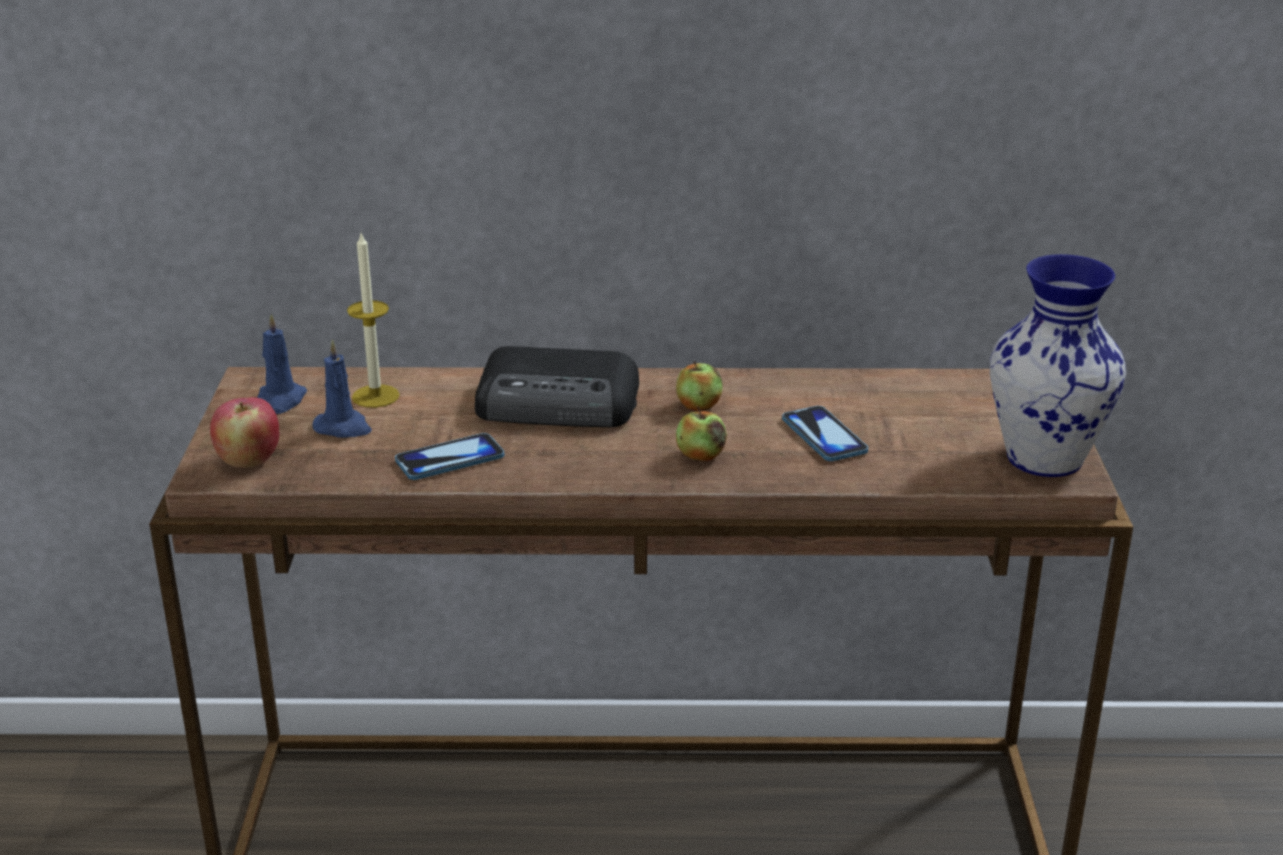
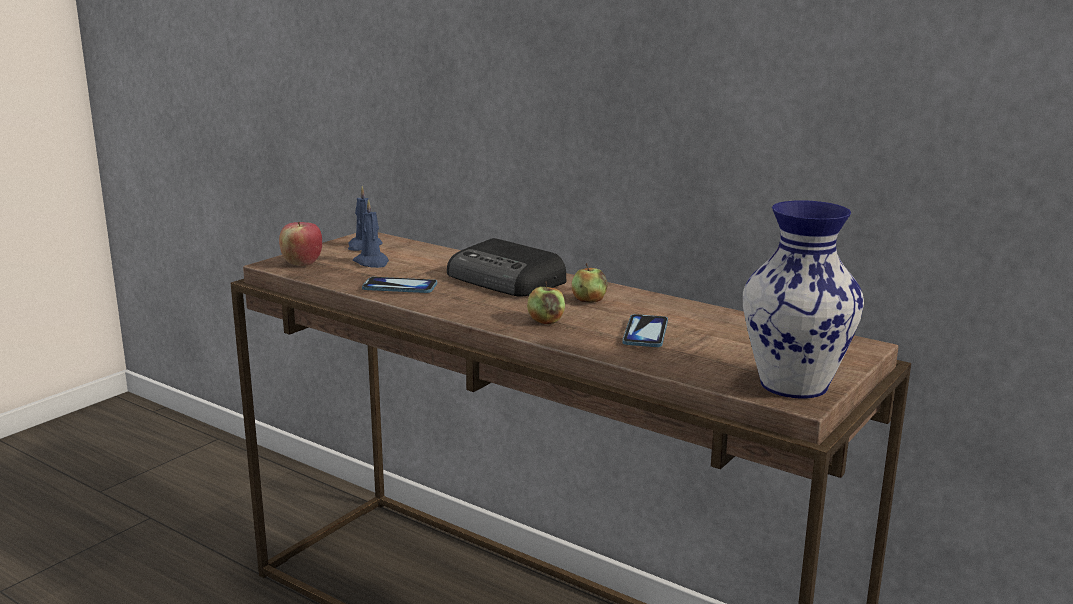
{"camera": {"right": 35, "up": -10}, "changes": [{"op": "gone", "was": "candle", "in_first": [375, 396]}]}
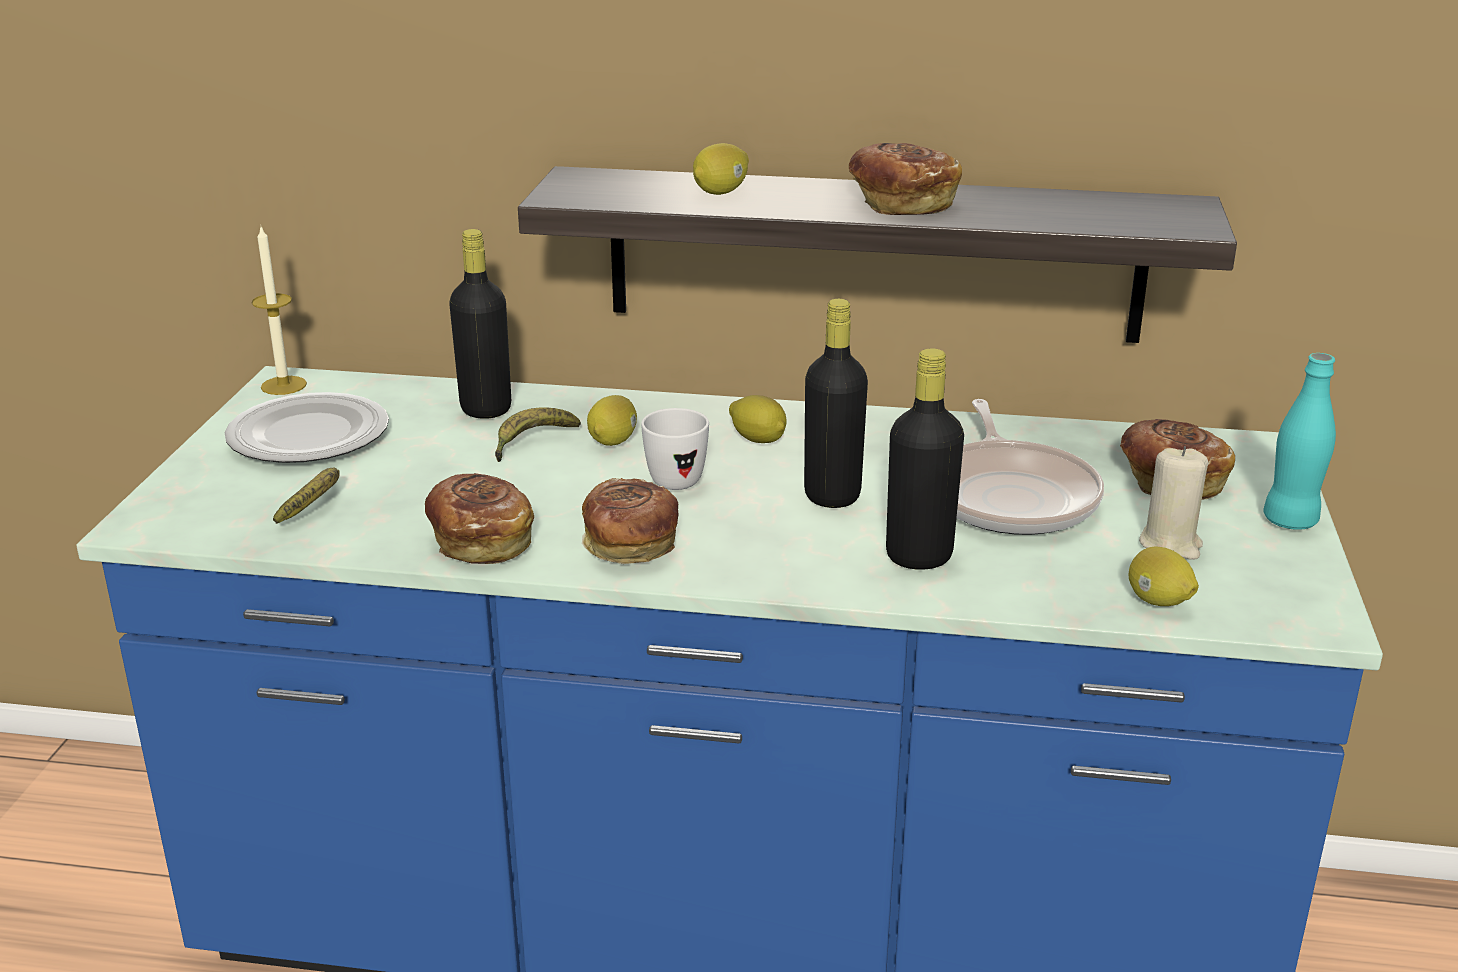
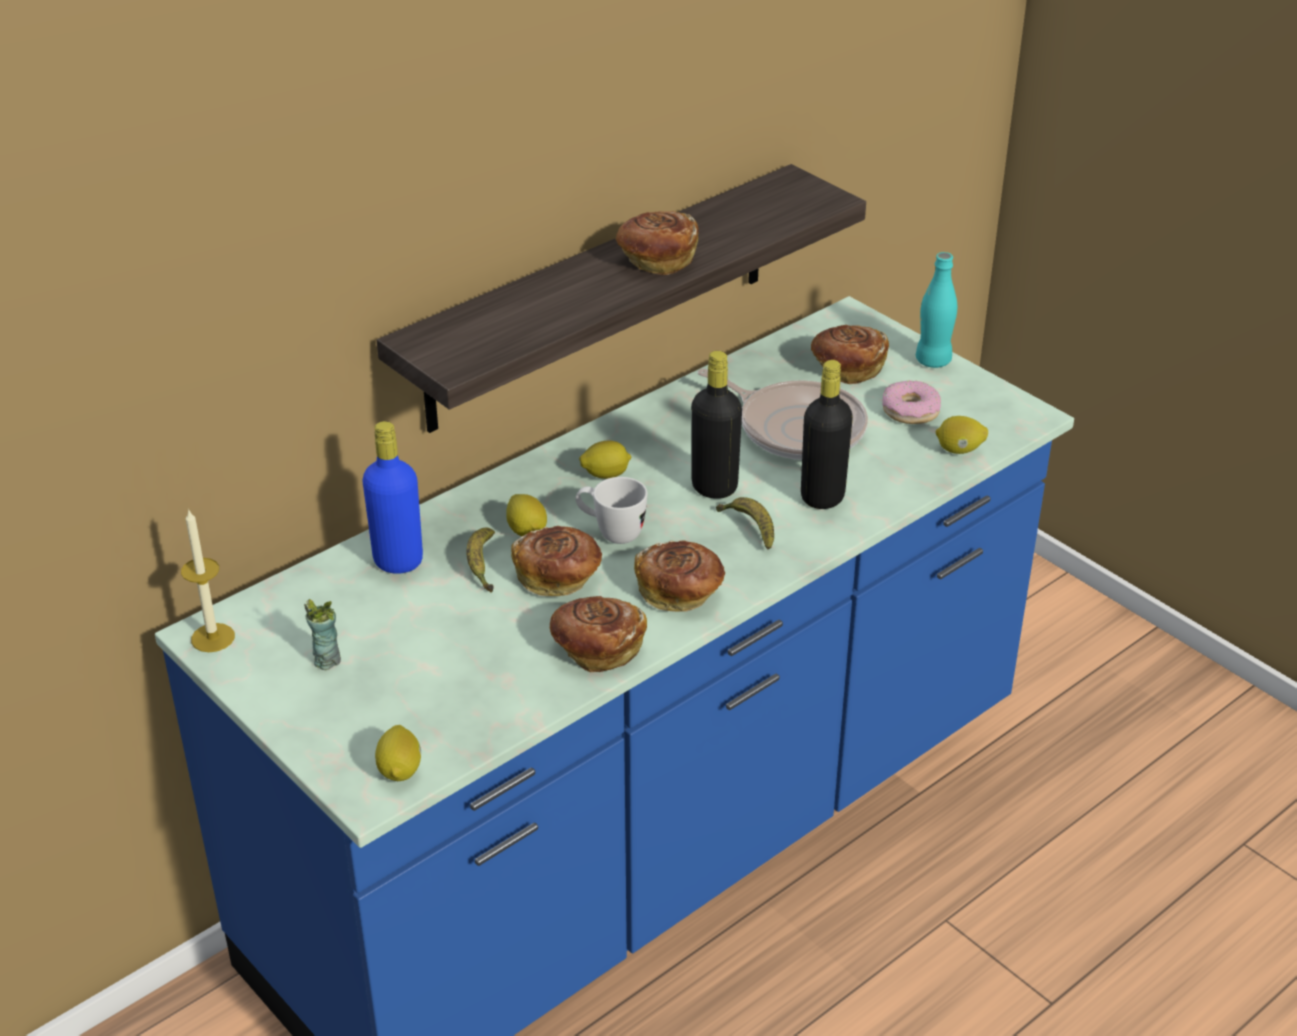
{"camera": {"right": -50, "up": 10}, "changes": [{"op": "swapped", "was": "plate", "now": "cup", "in_first": [308, 436], "in_second": [326, 660]}, {"op": "repainted", "was": "bottle (black)", "now": "bottle (blue)", "in_first": [486, 409], "in_second": [398, 561]}, {"op": "shifted", "was": "lemon", "in_first": [721, 192], "in_second": [400, 770]}, {"op": "new", "now": "bread", "in_second": [558, 577]}, {"op": "shifted", "was": "banana", "in_first": [316, 505], "in_second": [749, 528]}, {"op": "swapped", "was": "candle (beige)", "now": "donut", "in_first": [1170, 544], "in_second": [910, 410]}]}
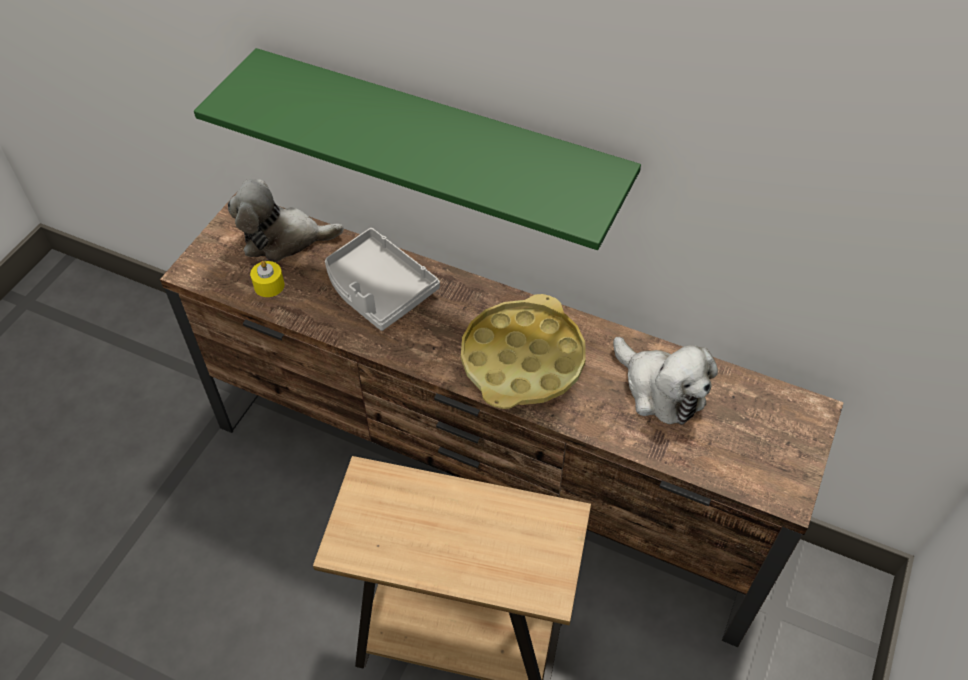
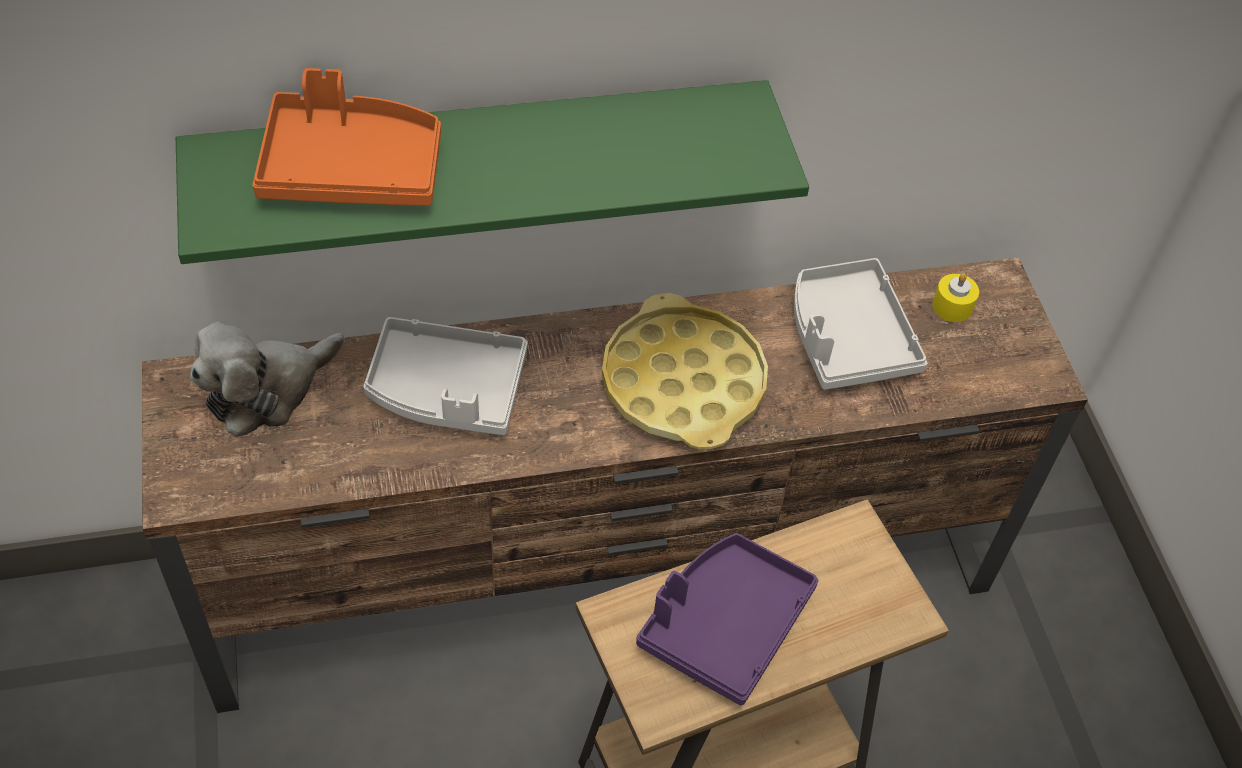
{"camera": {"right": -40, "up": 0}, "changes": [{"op": "new", "now": "tray (orange)", "in_second": [351, 169]}, {"op": "new", "now": "tray (purple)", "in_second": [724, 624]}, {"op": "swapped", "was": "plush toy", "now": "tray (grey)", "in_first": [660, 390], "in_second": [847, 338]}, {"op": "shifted", "was": "candle (yellow)", "in_first": [269, 285], "in_second": [952, 306]}]}
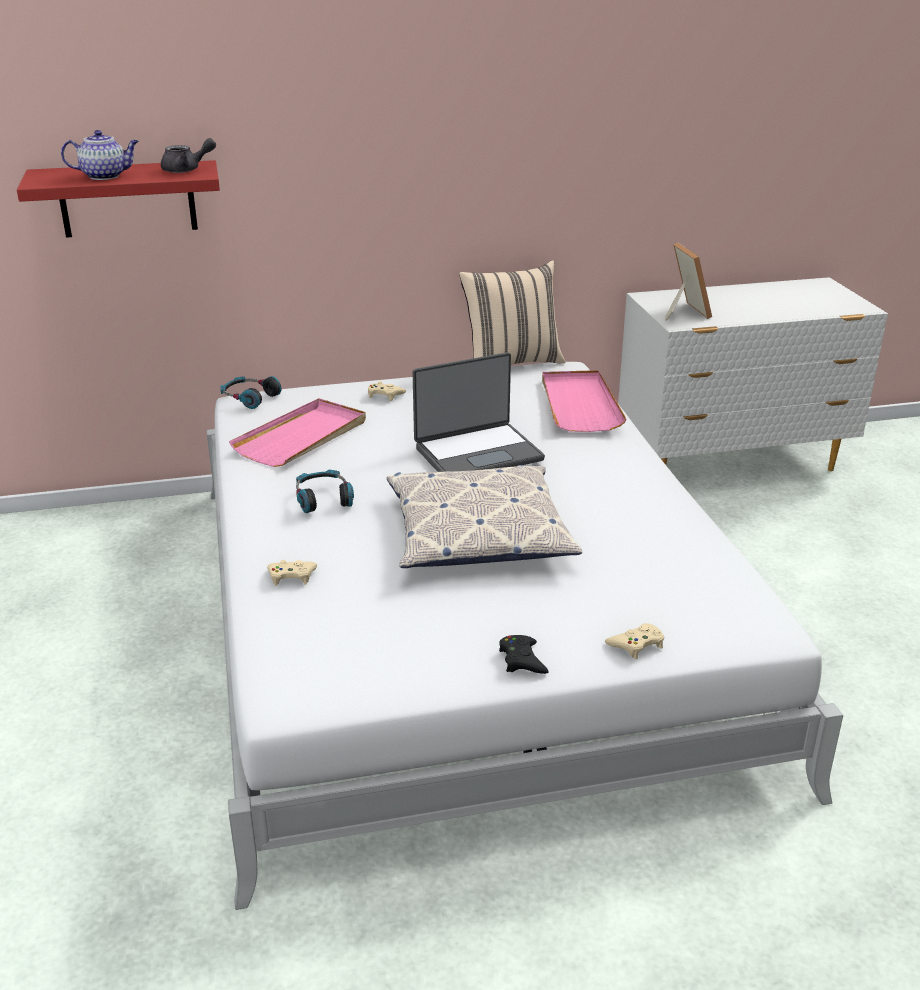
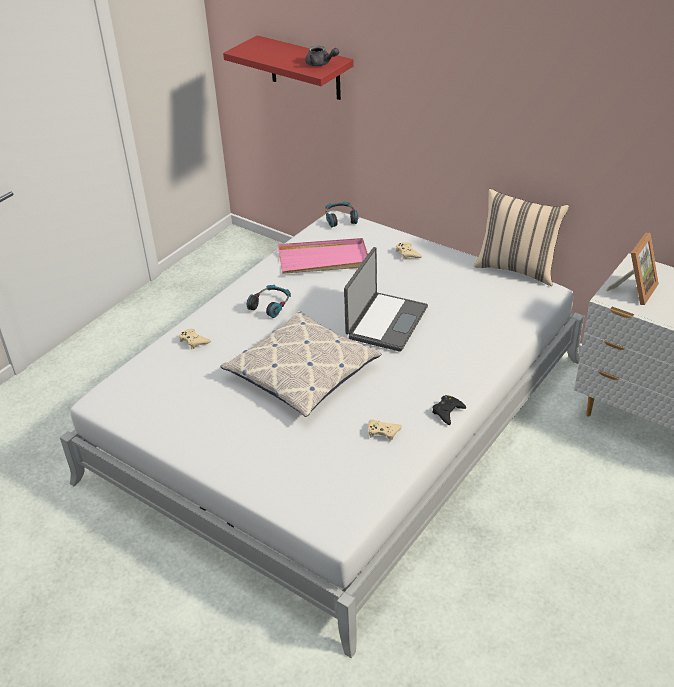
{"camera": {"right": 50, "up": 10}, "changes": [{"op": "rotated", "was": "laptop", "in_first": [477, 453], "in_second": [385, 322], "clockwise": -90}, {"op": "shifted", "was": "game controller (beige)", "in_first": [636, 644], "in_second": [383, 432]}, {"op": "shifted", "was": "game controller (black)", "in_first": [522, 660], "in_second": [447, 412]}, {"op": "gone", "was": "teapot", "in_first": [105, 176]}, {"op": "gone", "was": "tray (pink)", "in_first": [579, 404]}]}
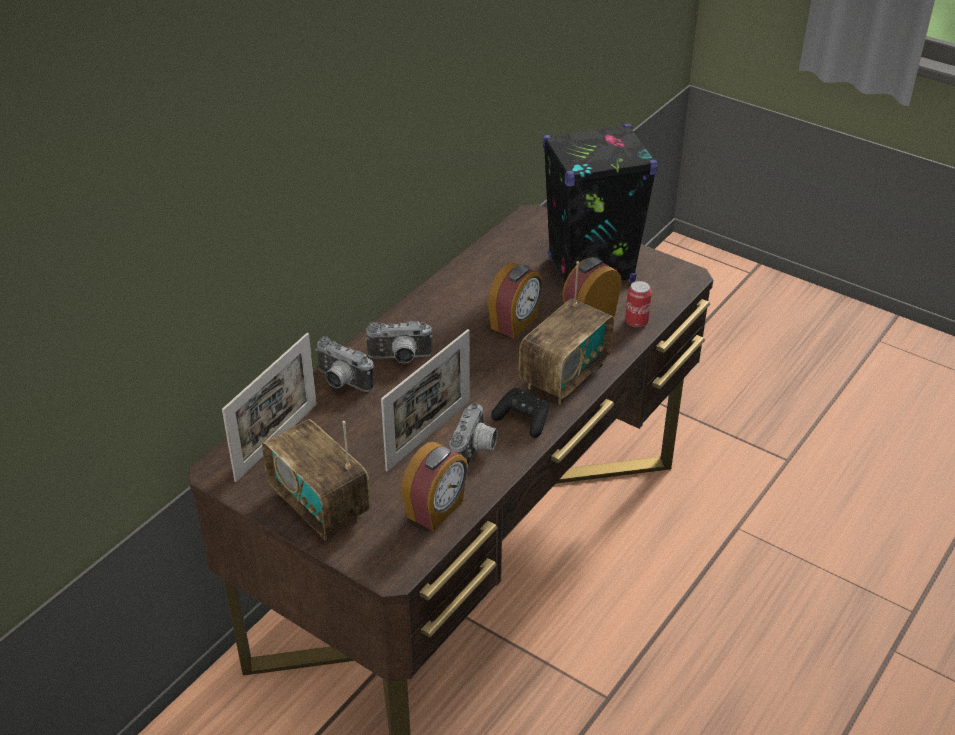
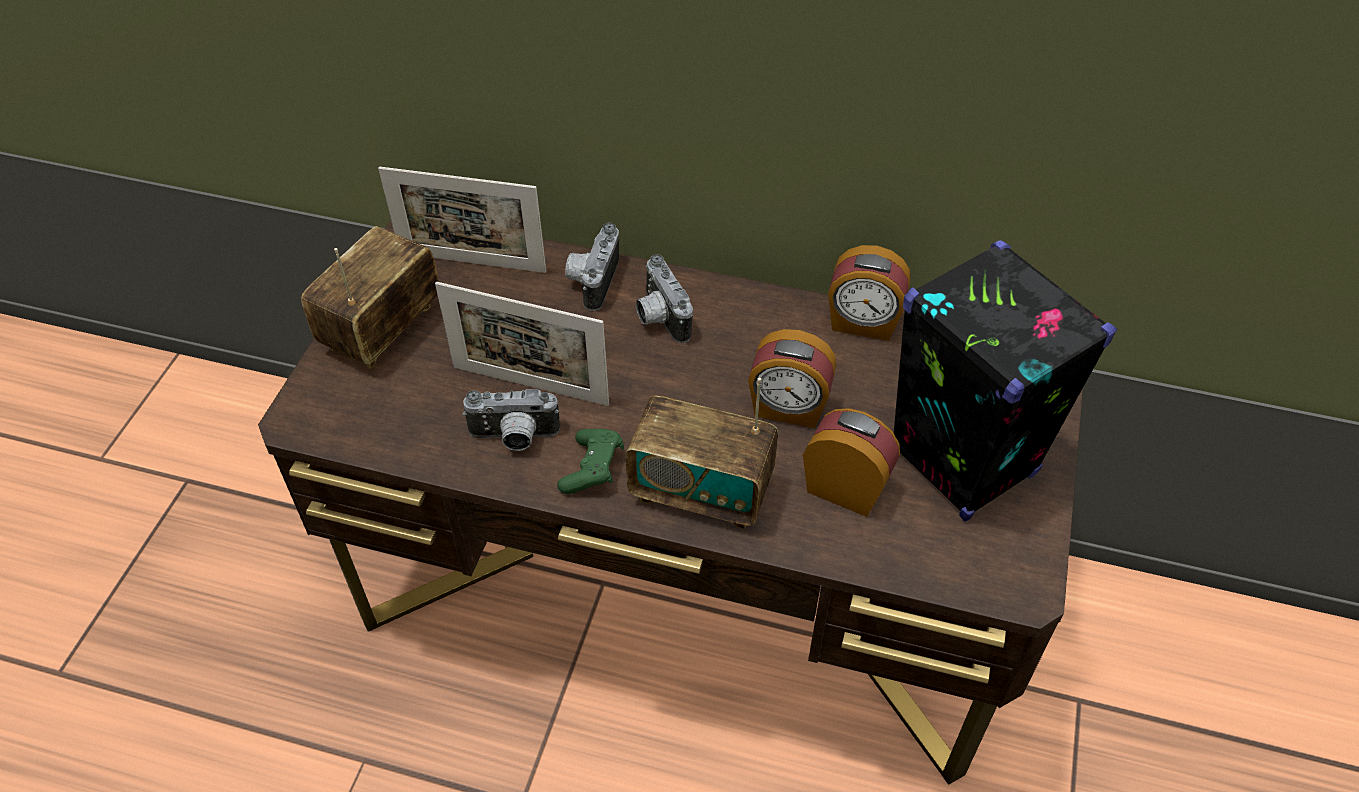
{"camera": {"right": 70, "up": 10}, "changes": [{"op": "repainted", "was": "game controller (black)", "now": "game controller (green)", "in_first": [523, 420], "in_second": [593, 469]}, {"op": "shifted", "was": "alarm clock", "in_first": [436, 510], "in_second": [863, 323]}, {"op": "gone", "was": "can", "in_first": [636, 321]}]}
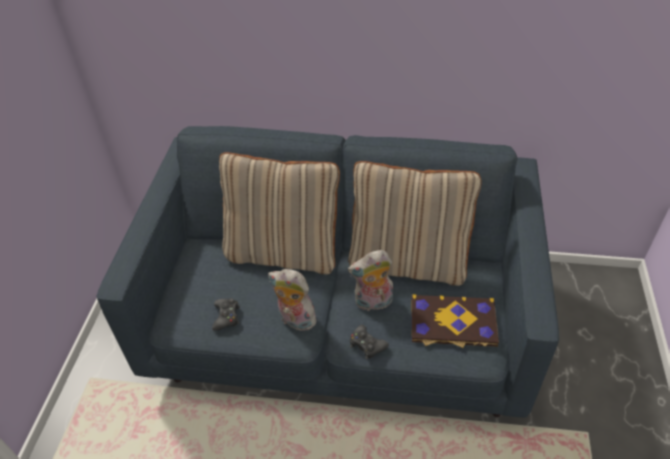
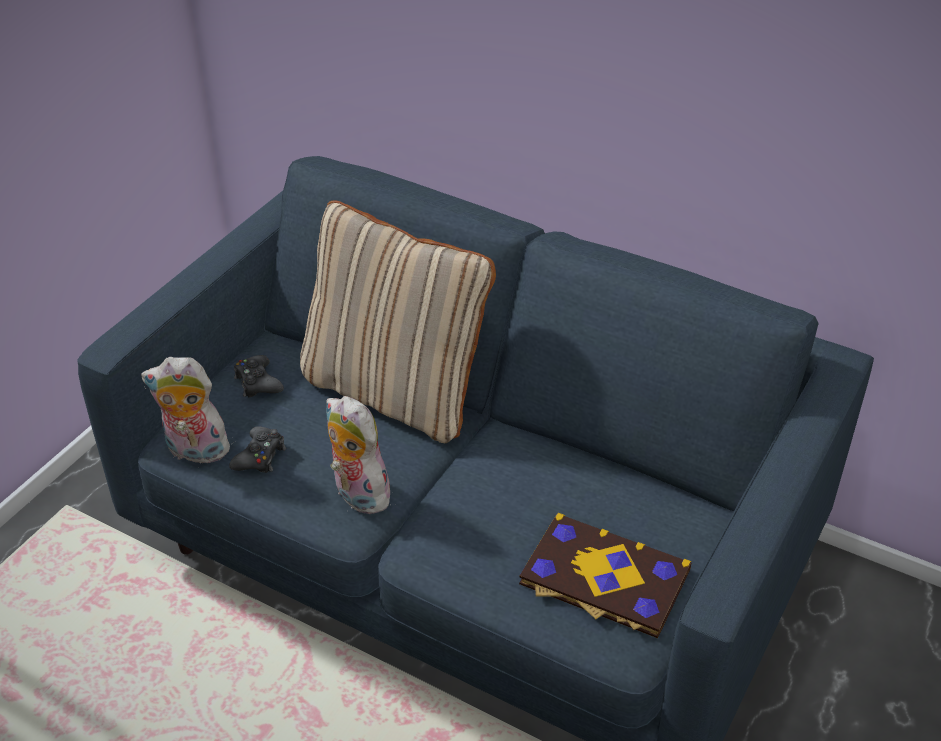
{"camera": {"right": 20, "up": -5}, "changes": [{"op": "shifted", "was": "plush toy", "in_first": [373, 303], "in_second": [194, 452]}, {"op": "shifted", "was": "game controller (black)", "in_first": [367, 345], "in_second": [258, 383]}, {"op": "gone", "was": "pillow (beige)", "in_first": [408, 262]}]}
